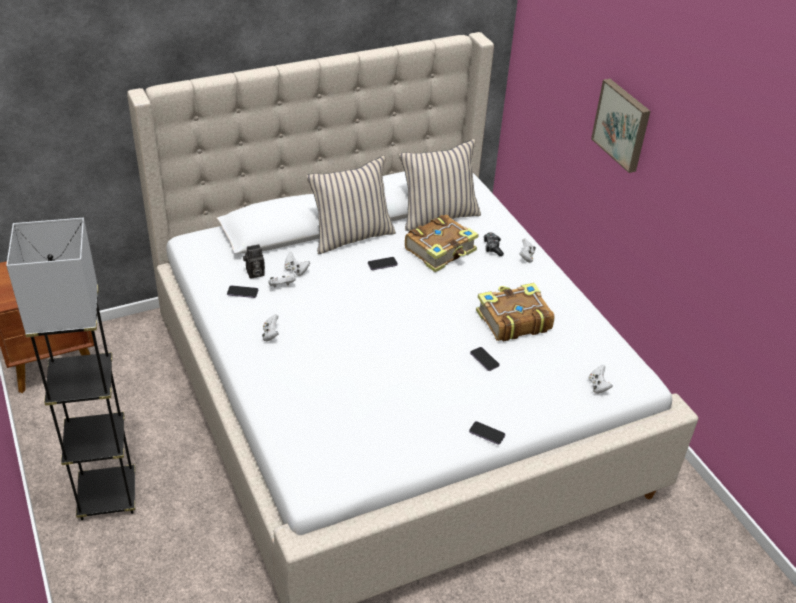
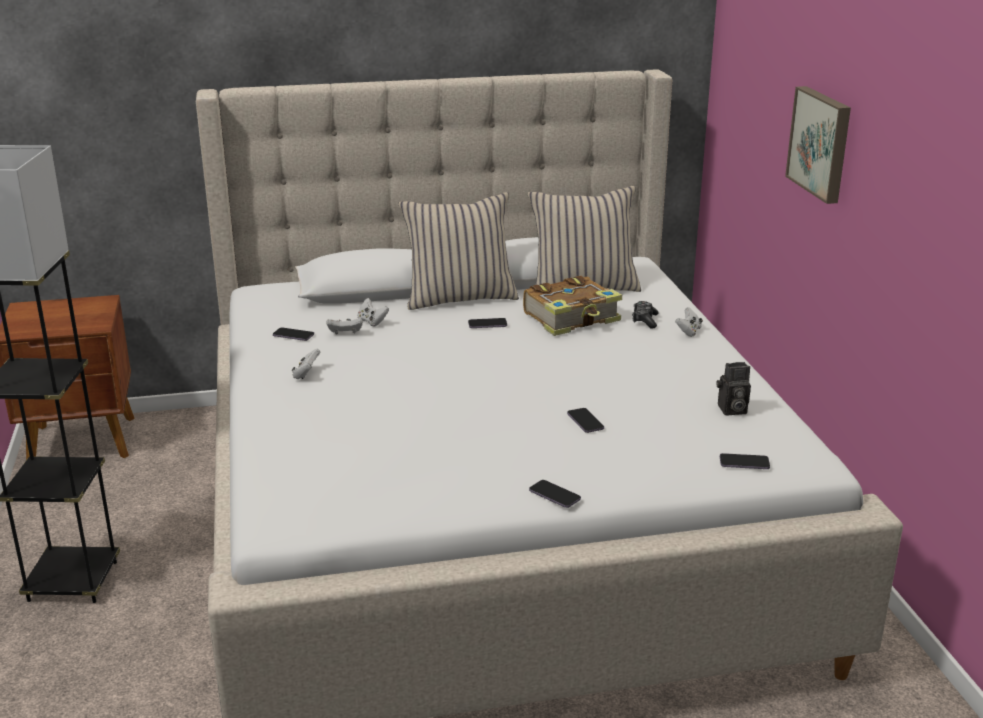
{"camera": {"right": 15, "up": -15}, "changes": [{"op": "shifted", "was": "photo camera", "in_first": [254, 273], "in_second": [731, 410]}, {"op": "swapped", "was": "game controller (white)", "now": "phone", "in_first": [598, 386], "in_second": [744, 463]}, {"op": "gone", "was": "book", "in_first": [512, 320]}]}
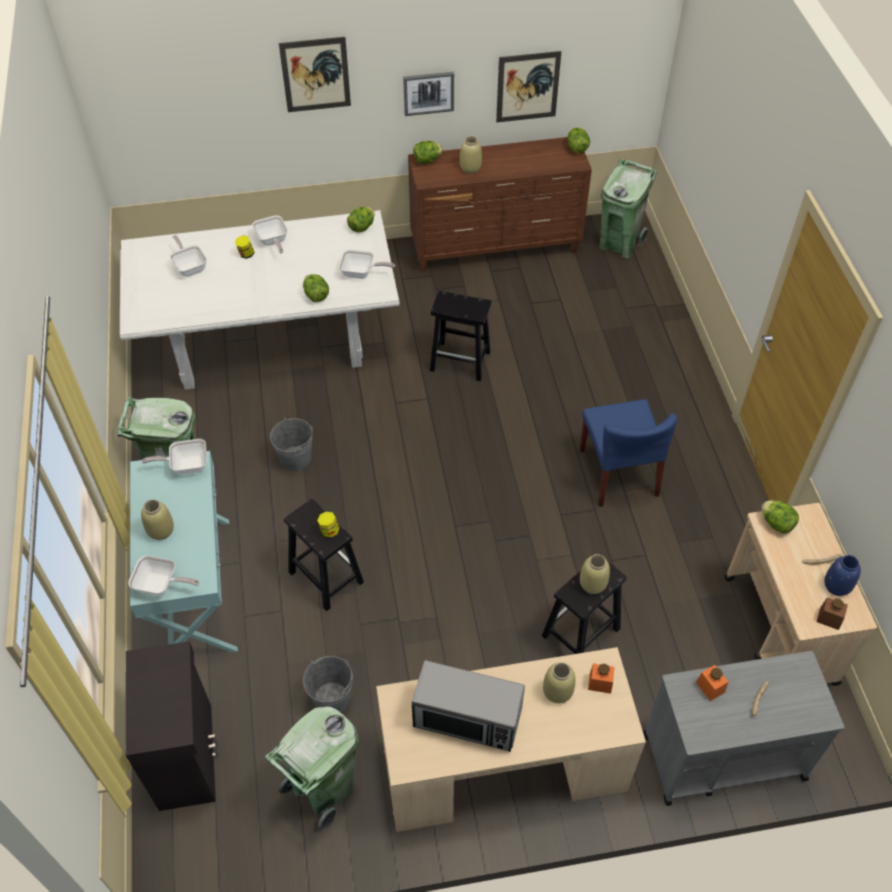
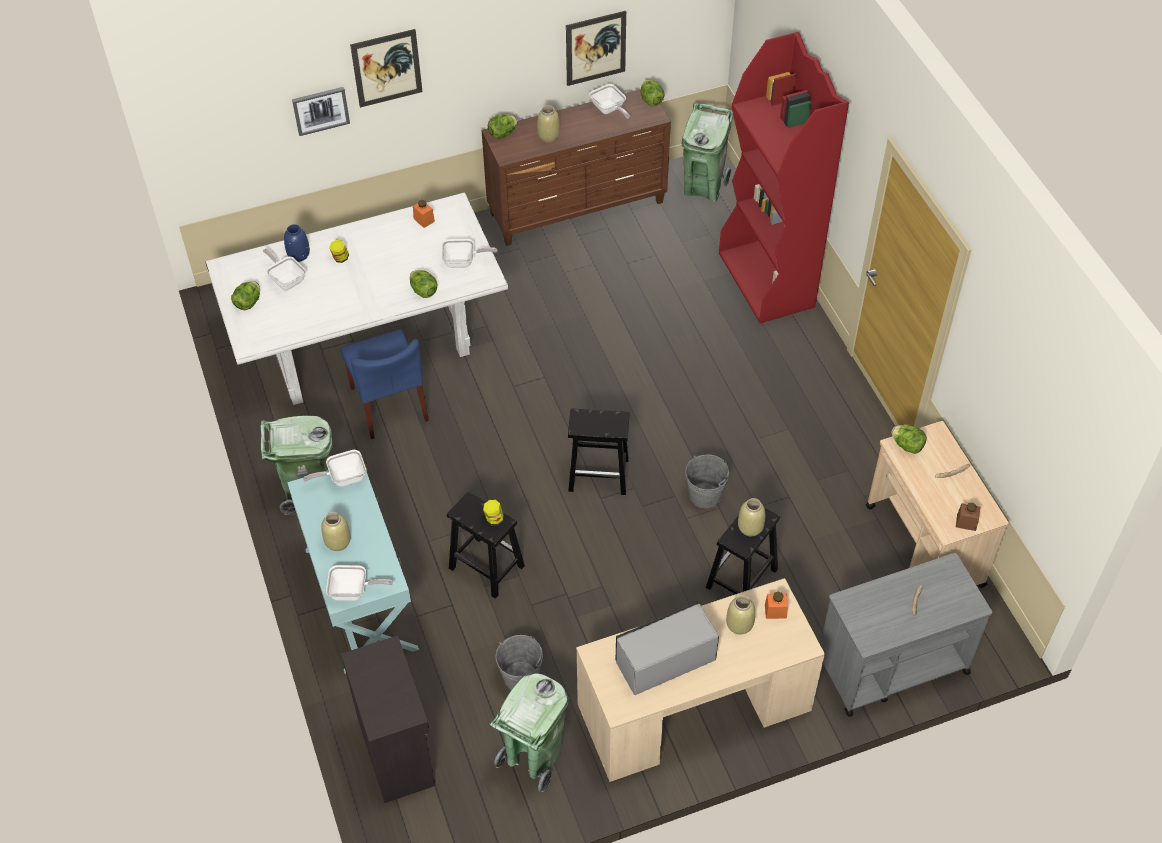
{"camera": {"right": -10, "up": 0}, "changes": [{"op": "shifted", "was": "lettuce", "in_first": [362, 227], "in_second": [248, 303]}, {"op": "shifted", "was": "vase (blue)", "in_first": [836, 586], "in_second": [298, 255]}, {"op": "shifted", "was": "picture", "in_first": [428, 93], "in_second": [320, 110]}, {"op": "shifted", "was": "chair (blue)", "in_first": [618, 473], "in_second": [389, 404]}, {"op": "shifted", "was": "jar (orange)", "in_first": [710, 687], "in_second": [424, 220]}, {"op": "shifted", "was": "stool (black)", "in_first": [461, 361], "in_second": [599, 474]}, {"op": "shifted", "was": "frying pan", "in_first": [272, 242], "in_second": [609, 110]}, {"op": "rotated", "was": "microwave", "in_first": [467, 718], "in_second": [664, 660], "clockwise": 150}, {"op": "shifted", "was": "bucket (grey)", "in_first": [295, 458], "in_second": [705, 495]}, {"op": "new", "now": "bookcase (red)", "in_second": [767, 281]}]}
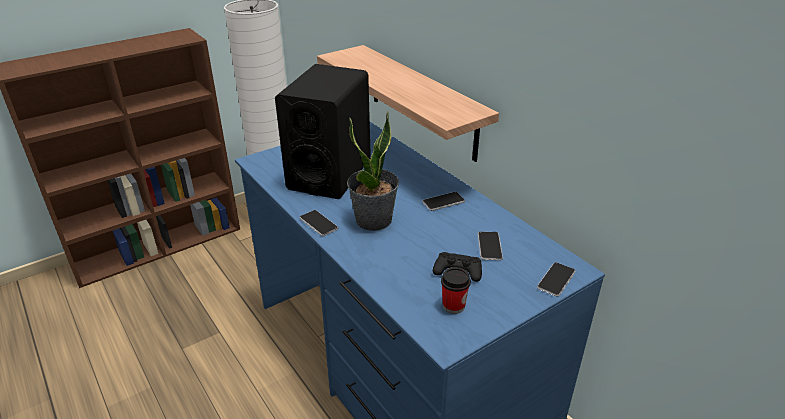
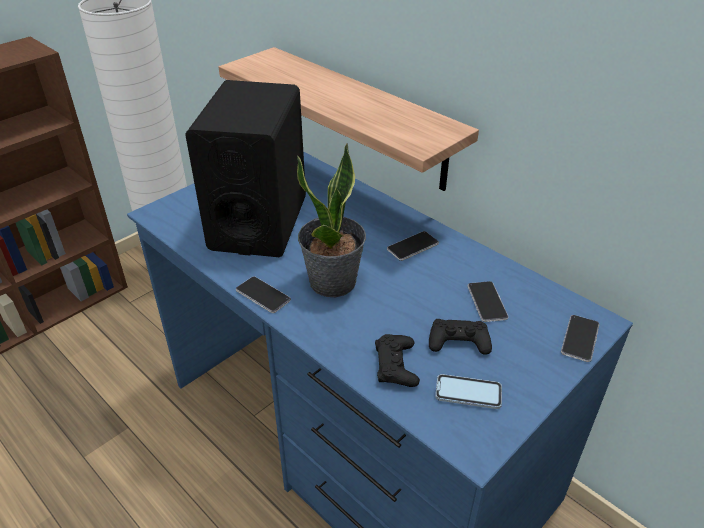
{"camera": {"right": -10, "up": 5}, "changes": [{"op": "new", "now": "game controller (black)", "in_second": [396, 365]}, {"op": "swapped", "was": "cup", "now": "phone", "in_first": [453, 306], "in_second": [468, 393]}]}
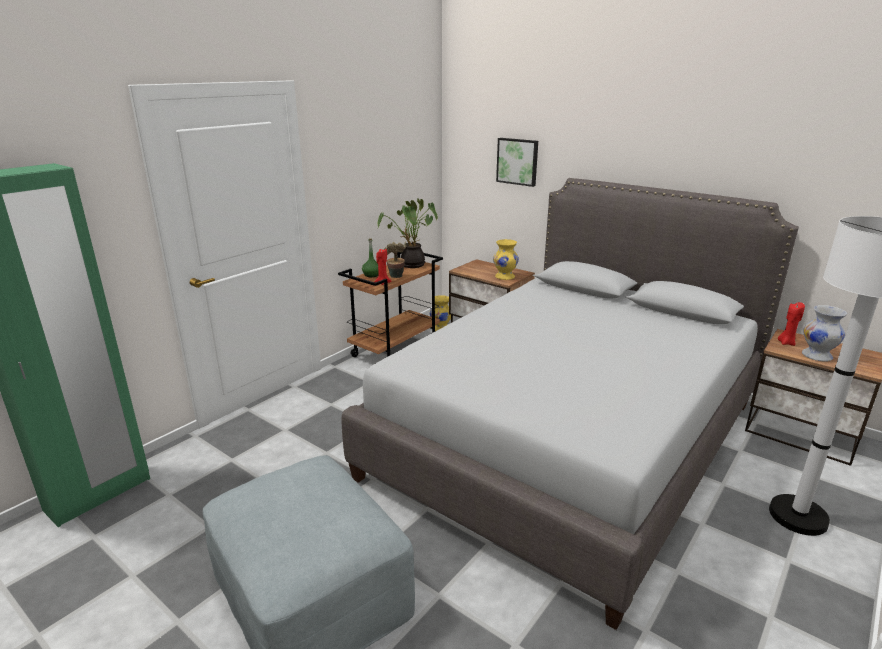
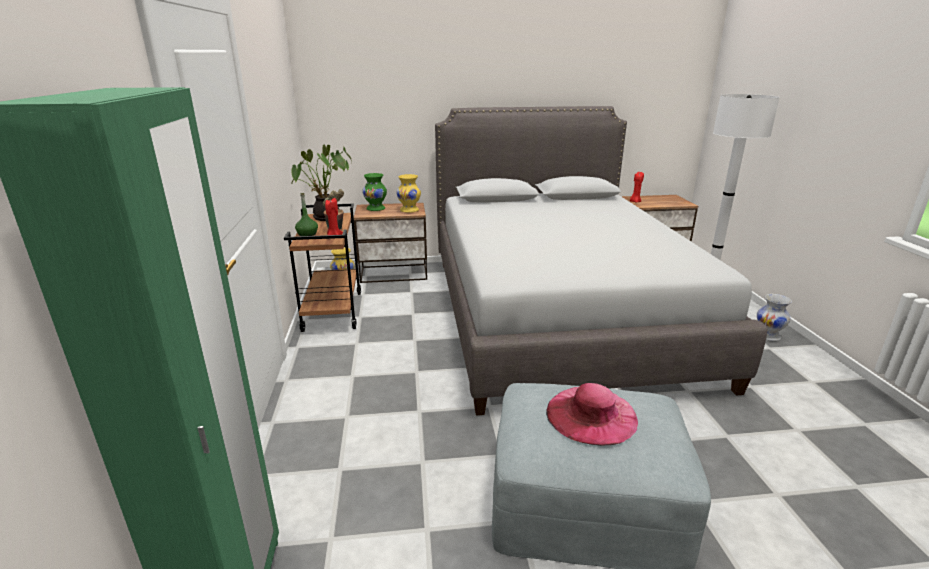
{"camera": {"right": -45, "up": 0}, "changes": [{"op": "new", "now": "vase (green)", "in_second": [376, 209]}, {"op": "new", "now": "hat (pink)", "in_second": [591, 414]}, {"op": "shifted", "was": "vase (white)", "in_first": [817, 356], "in_second": [768, 336]}, {"op": "gone", "was": "picture", "in_first": [518, 161]}]}
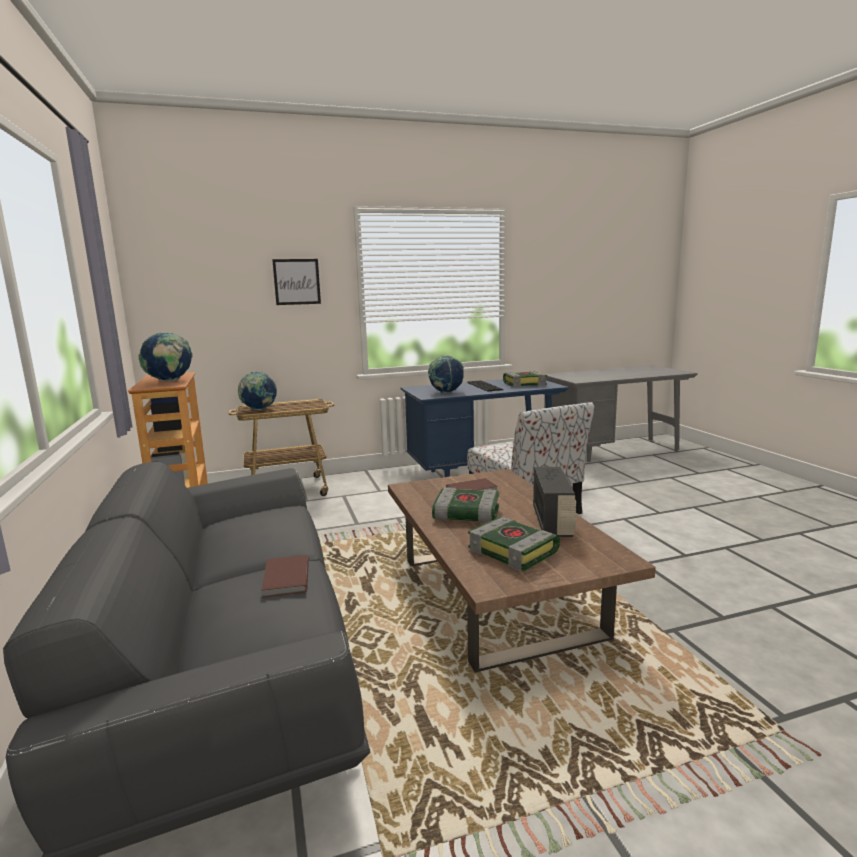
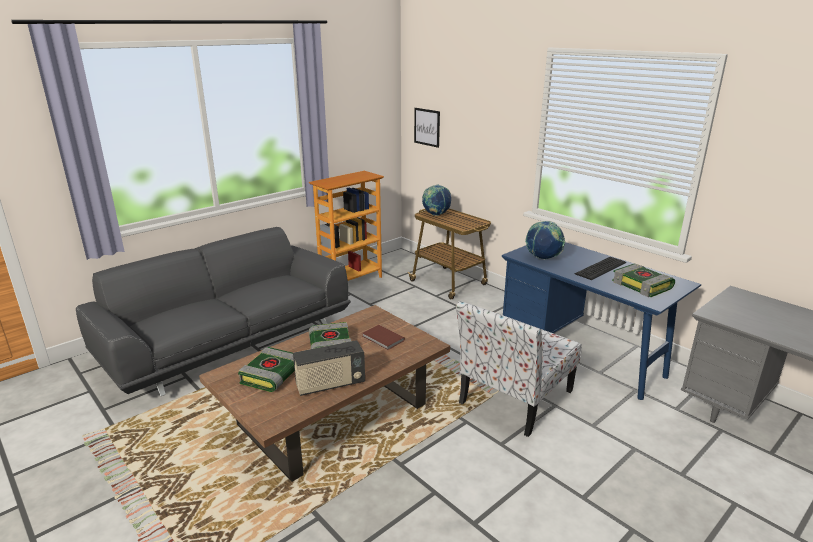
{"camera": {"right": 65, "up": 10}, "changes": [{"op": "shifted", "was": "picture", "in_first": [297, 281], "in_second": [427, 127]}, {"op": "gone", "was": "globe", "in_first": [169, 381]}, {"op": "gone", "was": "book (brown)", "in_first": [284, 578]}]}
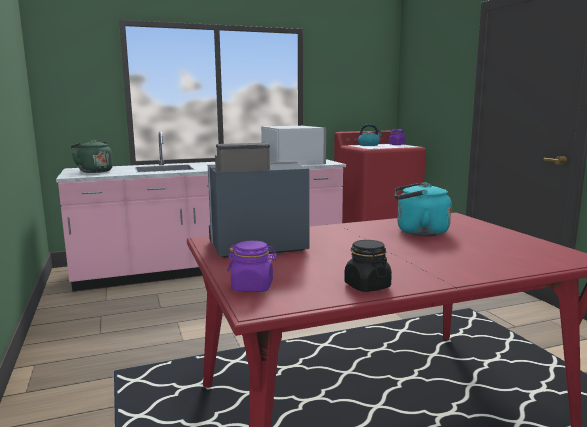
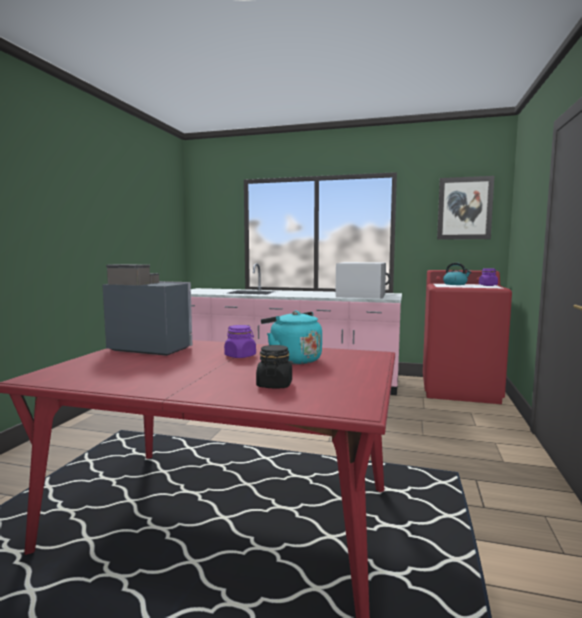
{"camera": {"right": 35, "up": -5}, "changes": [{"op": "shifted", "was": "jar (purple)", "in_first": [252, 287], "in_second": [240, 356]}, {"op": "shifted", "was": "jar (black)", "in_first": [367, 286], "in_second": [274, 385]}, {"op": "new", "now": "picture", "in_second": [464, 208]}, {"op": "gone", "was": "kettle (green)", "in_first": [94, 171]}]}
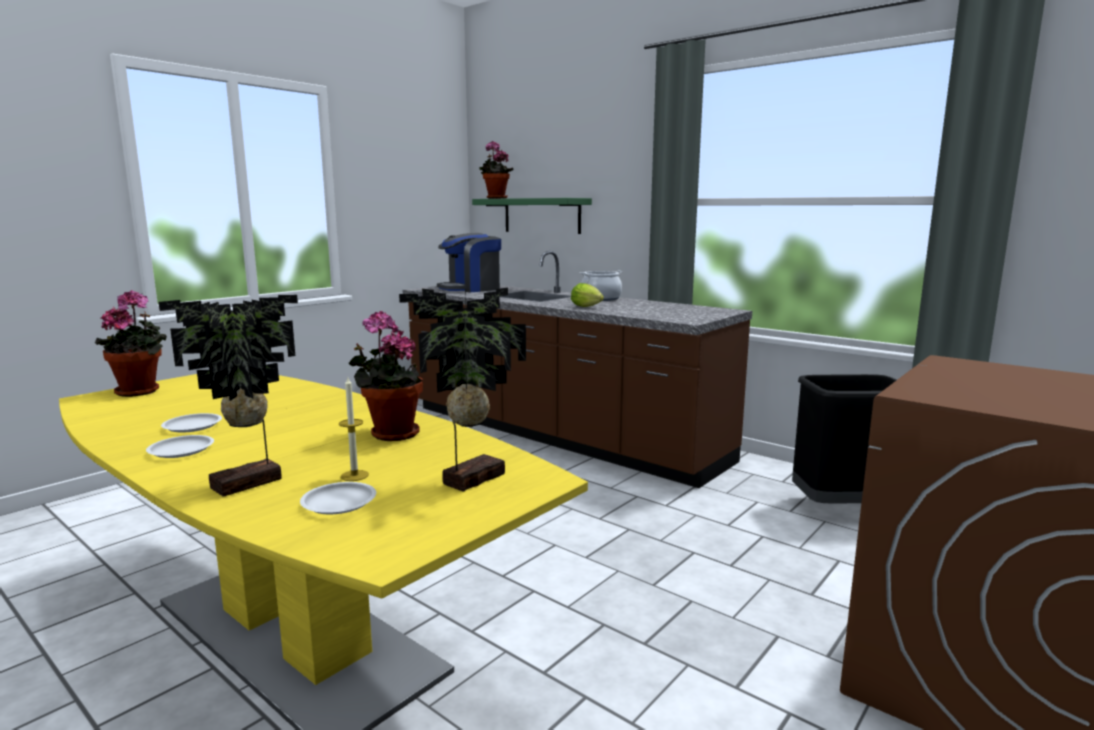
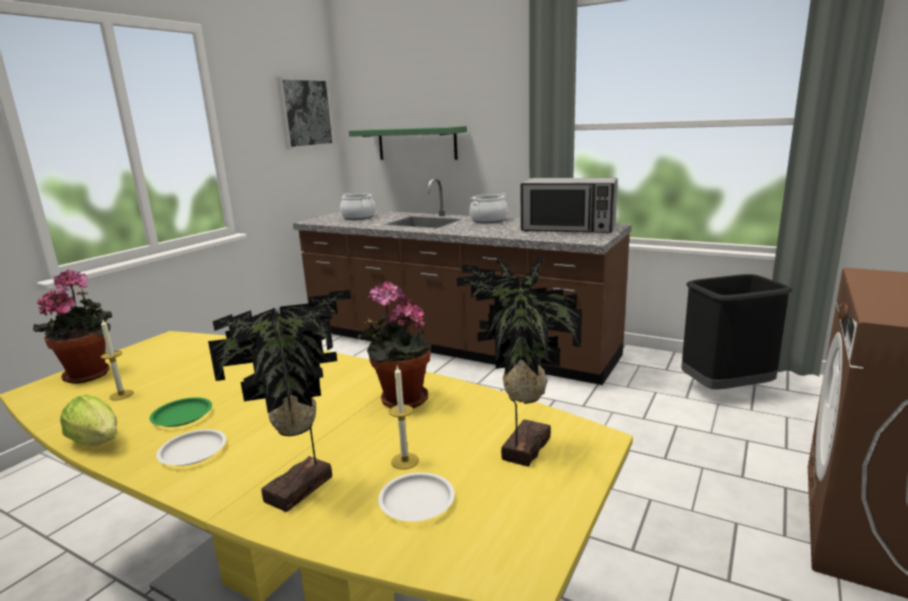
{"camera": {"right": -10, "up": 5}, "changes": [{"op": "shifted", "was": "lettuce", "in_first": [588, 307], "in_second": [99, 443]}, {"op": "new", "now": "candle", "in_second": [121, 395]}, {"op": "repainted", "was": "plate (white)", "now": "plate (green)", "in_first": [193, 426], "in_second": [183, 416]}, {"op": "new", "now": "picture", "in_second": [305, 113]}, {"op": "swapped", "was": "coffee machine", "now": "cooking pot", "in_first": [471, 289], "in_second": [359, 217]}, {"op": "new", "now": "microwave", "in_second": [568, 229]}, {"op": "gone", "was": "potted plant", "in_first": [495, 198]}]}
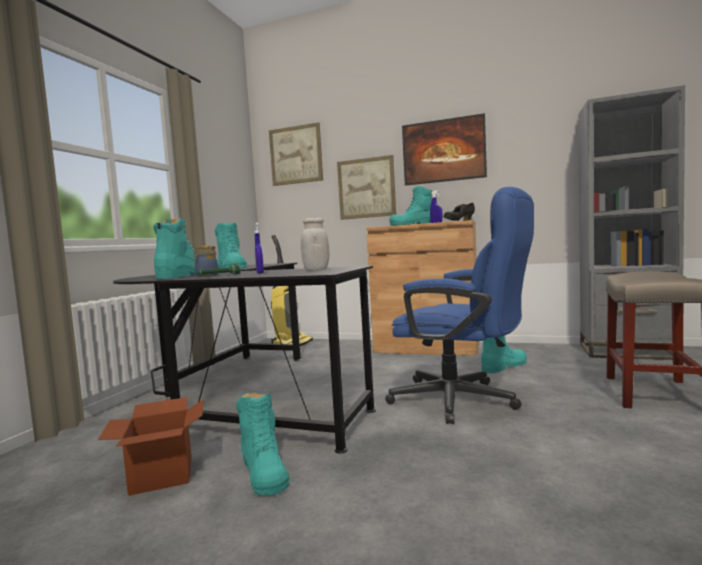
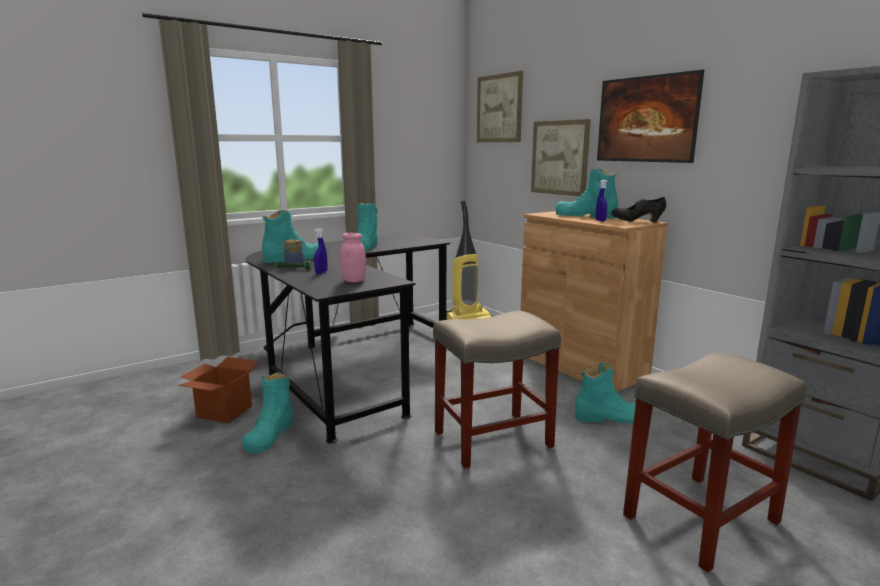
{"camera": {"right": 35, "up": 10}, "changes": [{"op": "repainted", "was": "jar (white)", "now": "jar (pink)", "in_first": [316, 270], "in_second": [354, 280]}, {"op": "swapped", "was": "office chair (blue)", "now": "stool (beige)", "in_first": [464, 401], "in_second": [491, 439]}]}
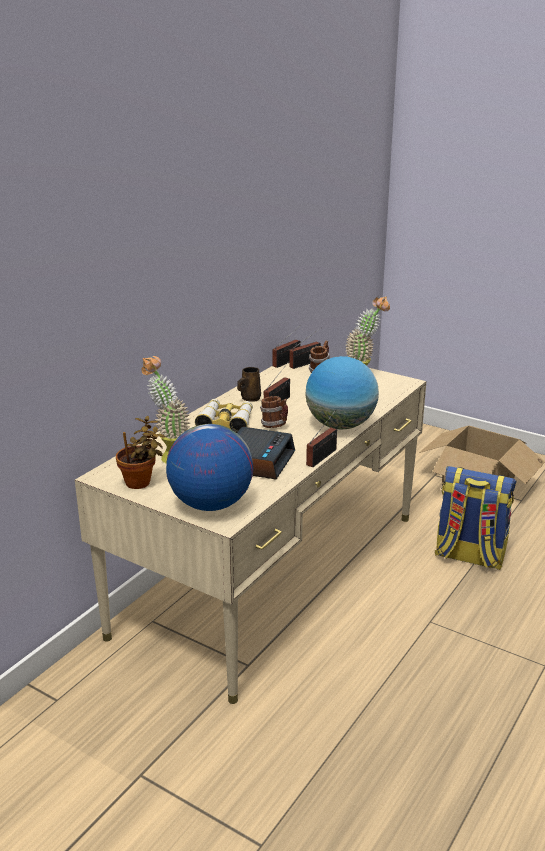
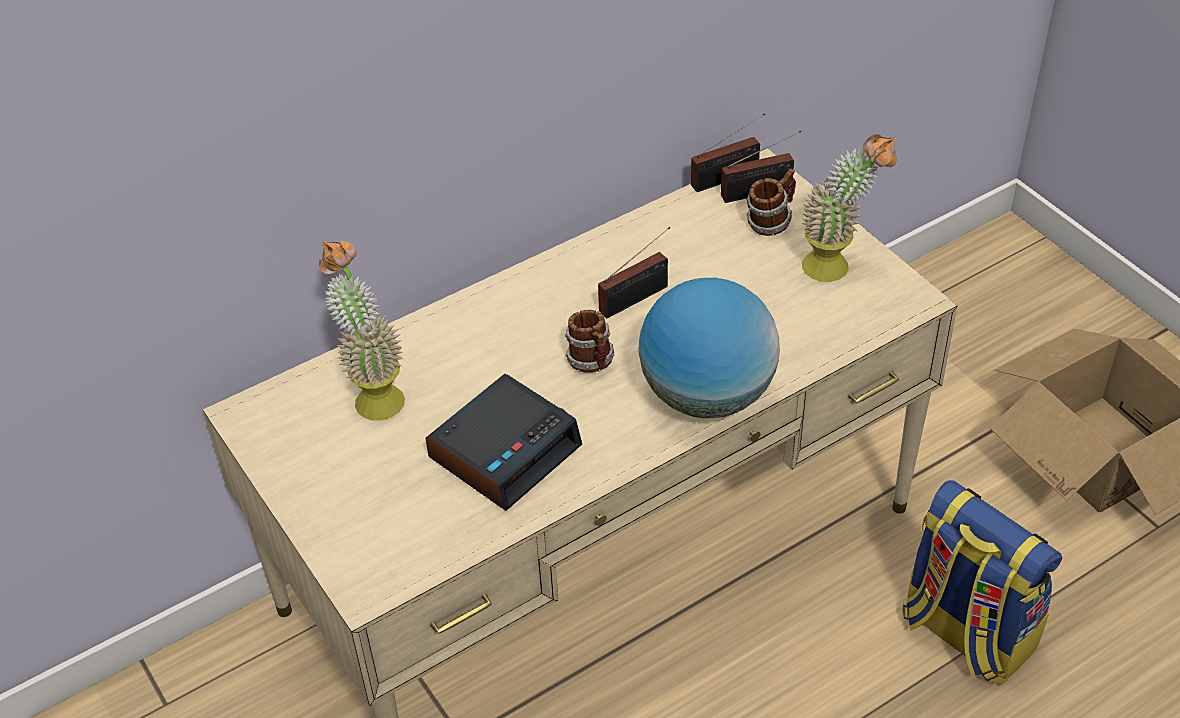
{"camera": {"right": 25, "up": 20}, "changes": [{"op": "gone", "was": "potted plant", "in_first": [141, 483]}, {"op": "gone", "was": "globe", "in_first": [210, 504]}, {"op": "gone", "was": "binoculars", "in_first": [226, 422]}, {"op": "gone", "was": "mug (brown)", "in_first": [249, 398]}, {"op": "gone", "was": "radio", "in_first": [323, 456]}]}
